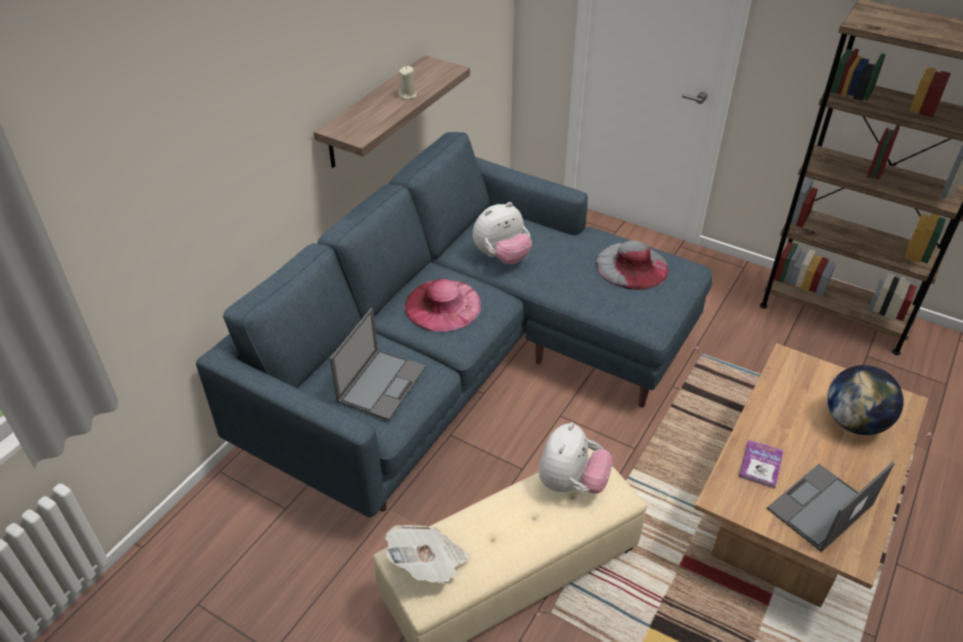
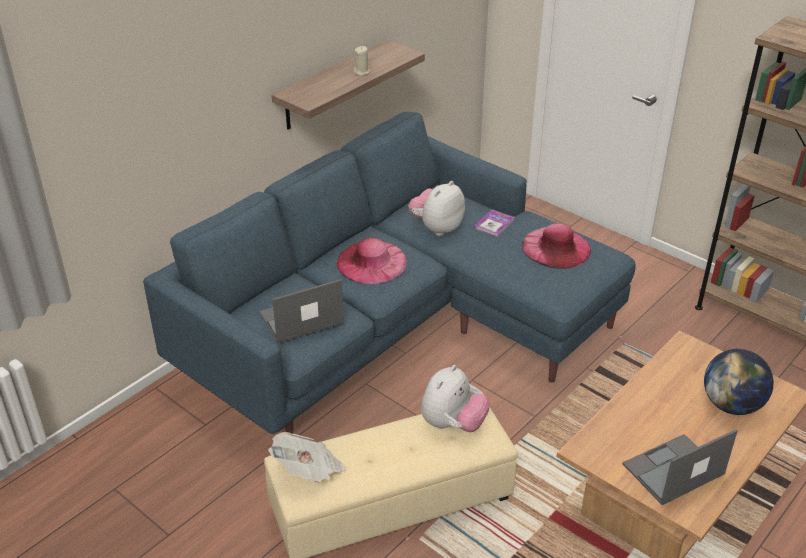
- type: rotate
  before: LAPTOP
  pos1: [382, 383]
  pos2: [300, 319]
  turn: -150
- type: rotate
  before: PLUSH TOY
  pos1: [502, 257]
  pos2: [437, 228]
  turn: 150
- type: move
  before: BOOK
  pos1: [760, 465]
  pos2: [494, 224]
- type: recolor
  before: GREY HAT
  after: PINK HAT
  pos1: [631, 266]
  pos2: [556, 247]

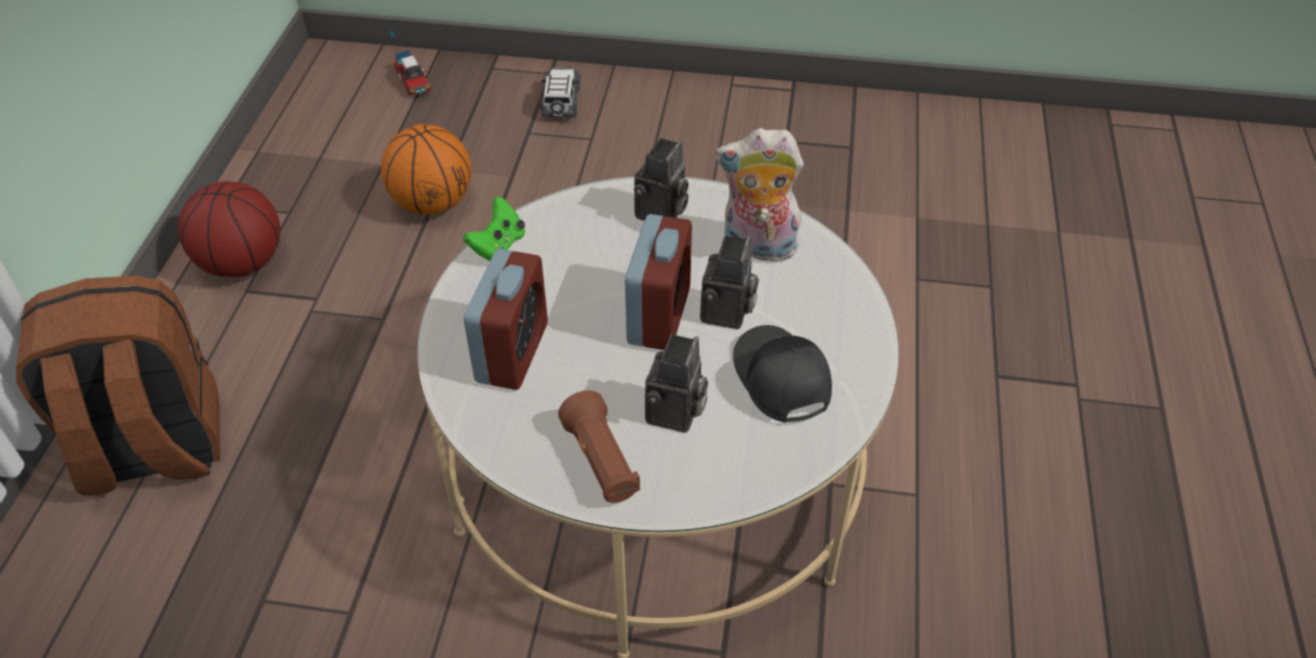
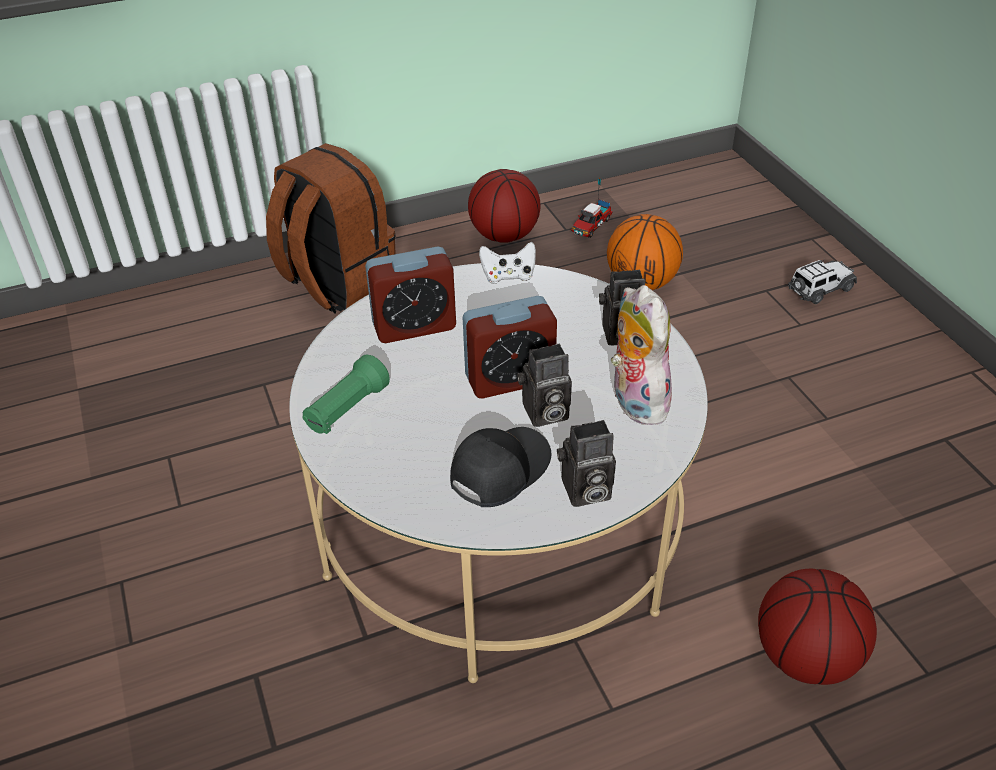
- type: recolor
  before: BROWN FLASHLIGHT
  after: GREEN FLASHLIGHT
  pos1: [601, 463]
  pos2: [346, 410]
- type: recolor
  before: GREEN GAME CONTROLLER
  after: WHITE GAME CONTROLLER
  pos1: [498, 246]
  pos2: [508, 276]
- type: move
  before: PHOTO CAMERA
  pos1: [675, 415]
  pos2: [584, 492]
- type: move
  before: TOY TRUCK
  pos1: [413, 82]
  pos2: [591, 226]
- type: insert
  after: BASKETBALL
  pos2: [806, 658]

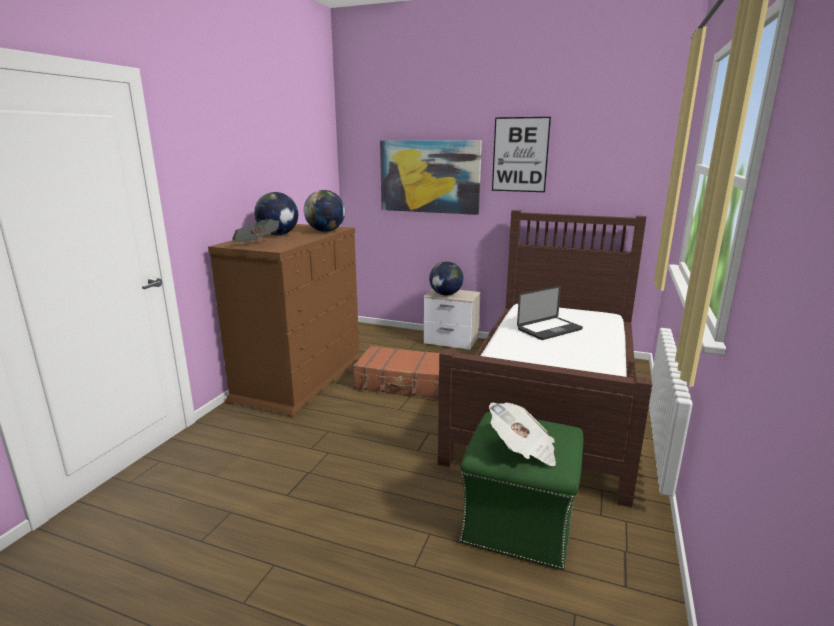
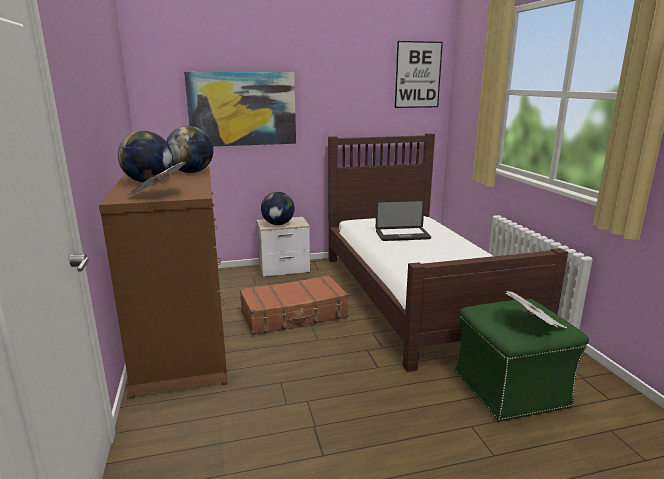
- type: rotate
  before: LAPTOP
  pos1: [549, 329]
  pos2: [402, 235]
  turn: 60
- type: move
  before: PICTURE
  pos1: [520, 155]
  pos2: [418, 75]

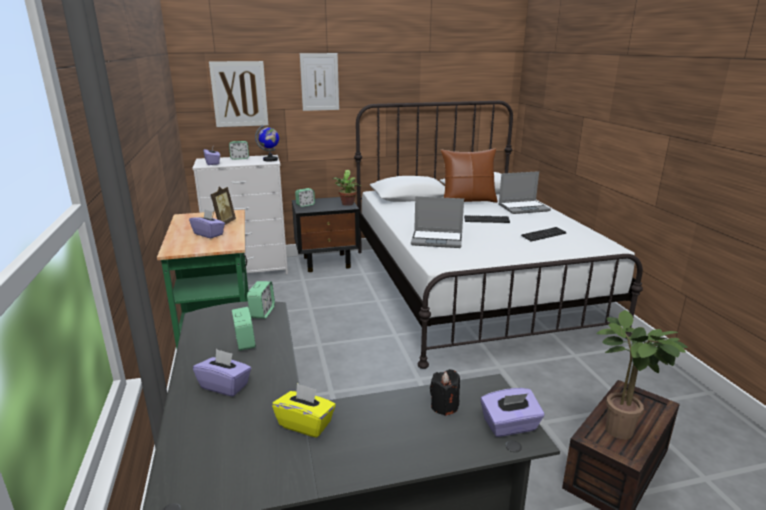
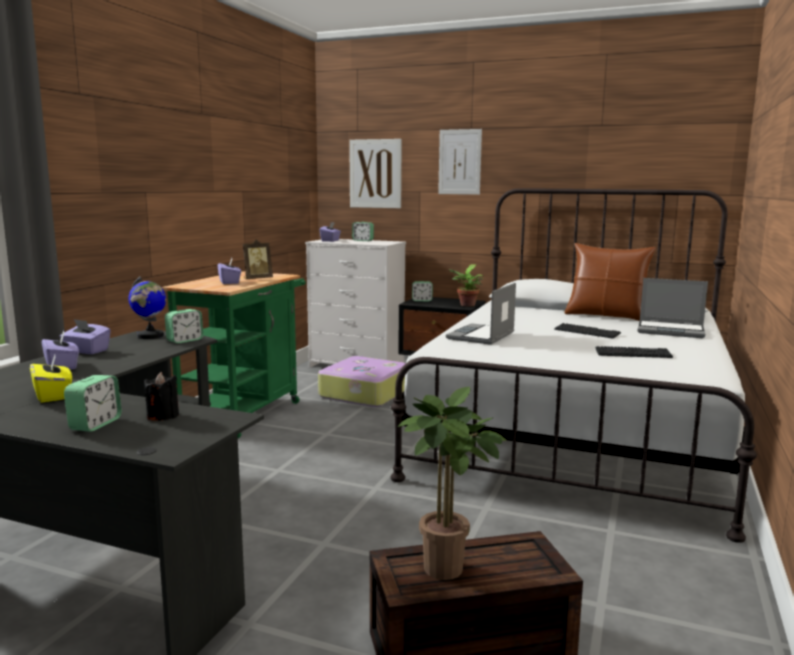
- type: move
  before: PURPLE TISSUE BOX
  pos1: [510, 426]
  pos2: [86, 351]
- type: move
  before: ALARM CLOCK
  pos1: [245, 342]
  pos2: [95, 424]
- type: move
  before: GLOBE
  pos1: [270, 160]
  pos2: [150, 336]
- type: insert
  after: SUITCASE
  pos2: [363, 393]
- type: rotate
  before: LAPTOP
  pos1: [437, 240]
  pos2: [481, 336]
  turn: 75

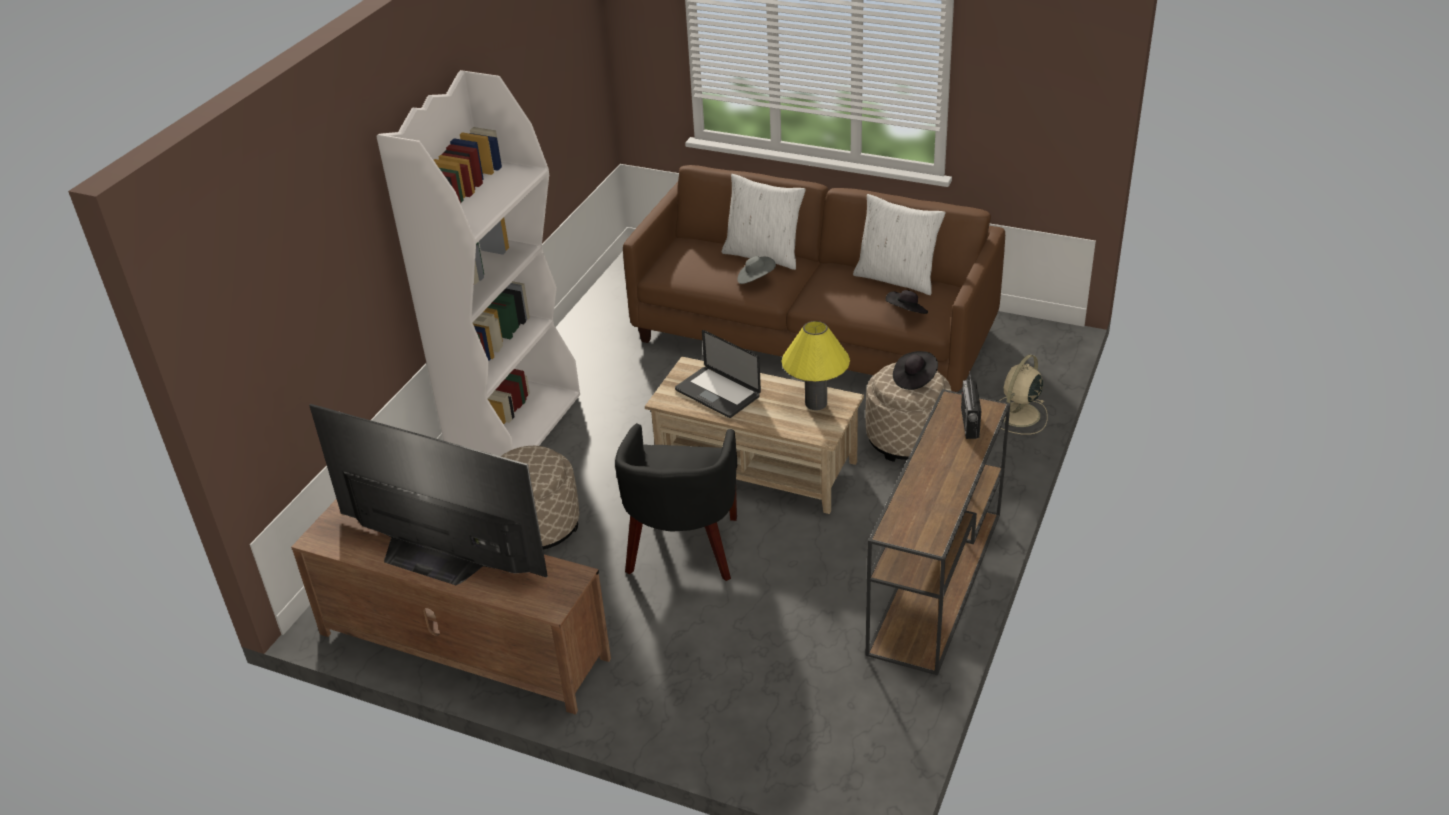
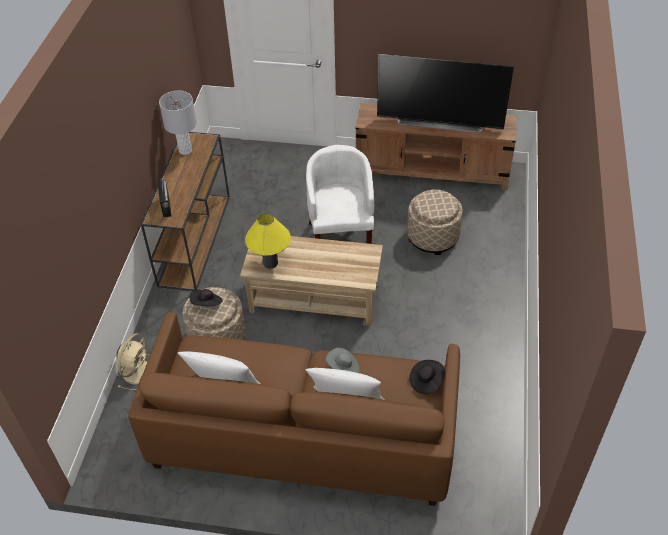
- type: insert
  after: GREY TABLE LAMP
  pos2: [185, 150]
- type: recolor
  before: BLACK ARMCHAIR
  after: WHITE ARMCHAIR
  pos1: [684, 549]
  pos2: [341, 236]
- type: move
  before: BLACK HAT
  pos1: [906, 313]
  pos2: [426, 381]
- type: delete
  before: WHITE BOOKCASE
  pos1: [515, 424]
- type: delete
  before: LAPTOP
  pos1: [717, 393]

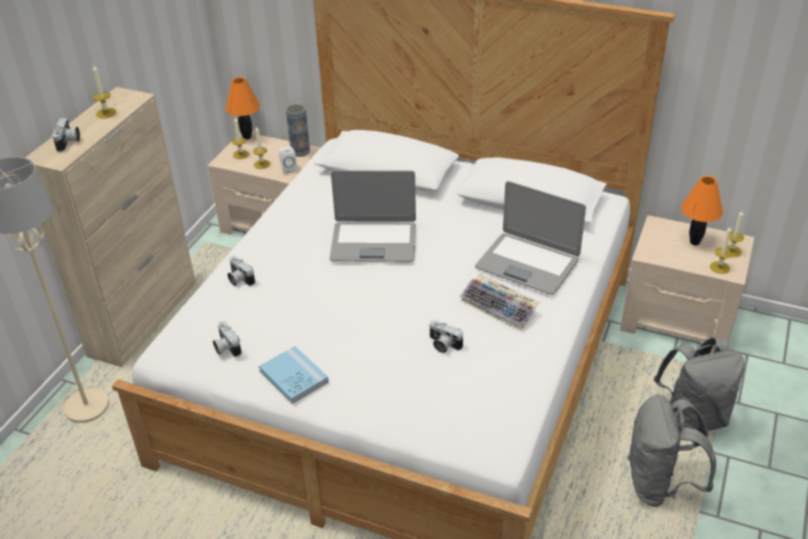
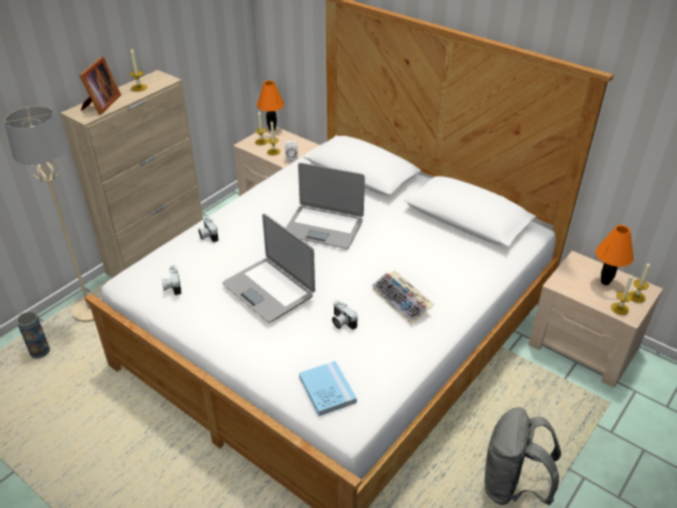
- type: move
  before: VASE
  pos1: [300, 151]
  pos2: [40, 352]
- type: replace
  before: PHOTO CAMERA
  after: PICTURE FRAME
  pos1: [69, 142]
  pos2: [101, 105]
- type: move
  before: LAPTOP
  pos1: [527, 264]
  pos2: [269, 290]
- type: move
  before: BLUE BOOK
  pos1: [293, 376]
  pos2: [327, 389]
- type: delete
  before: GREY BACKPACK
  pos1: [692, 418]

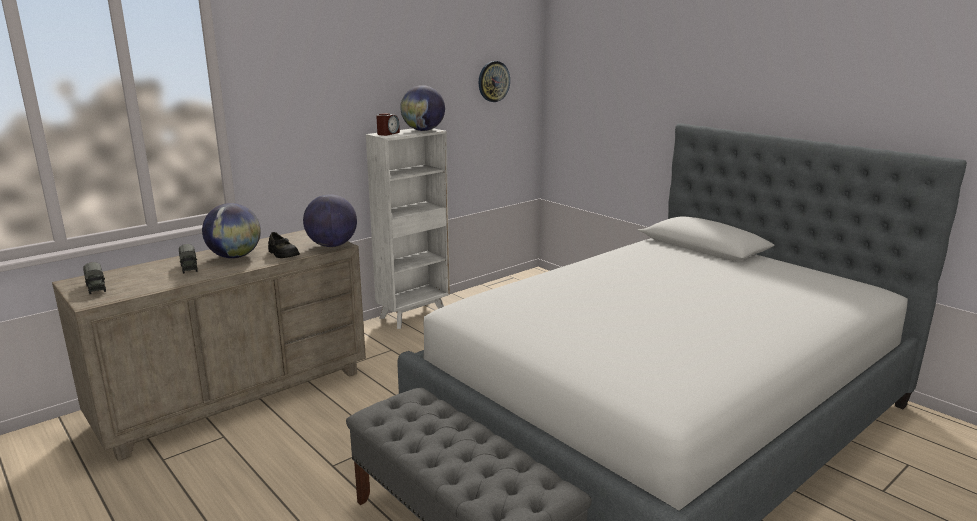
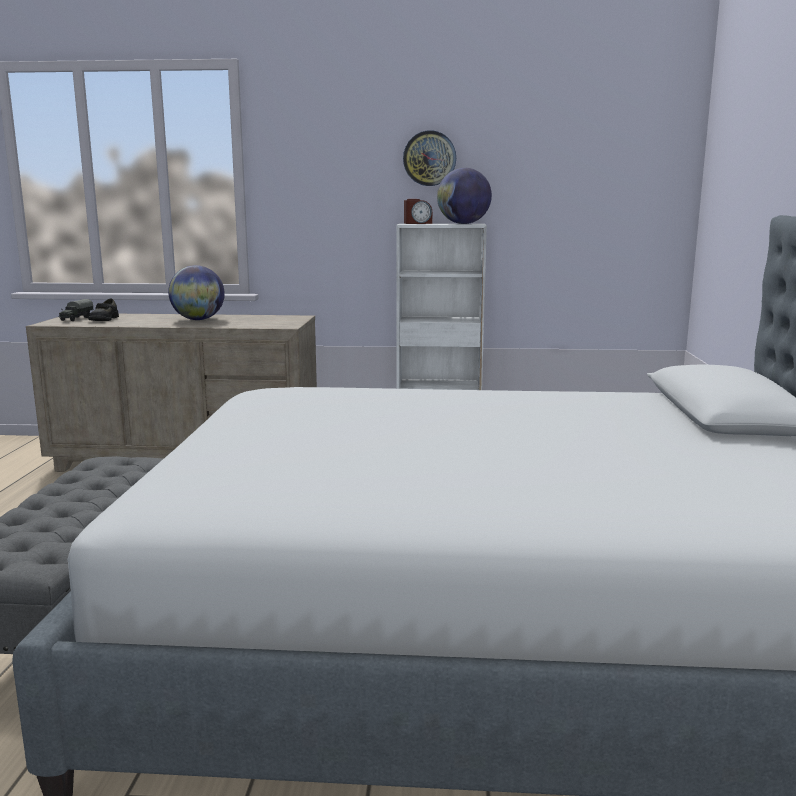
- type: move
  before: BLACK SHOE
  pos1: [282, 254]
  pos2: [104, 319]
- type: move
  before: WALL CLOCK
  pos1: [493, 81]
  pos2: [429, 158]
- type: delete
  before: TOY TRUCK
  pos1: [189, 267]
- type: delete
  before: GLOBE
  pos1: [332, 245]

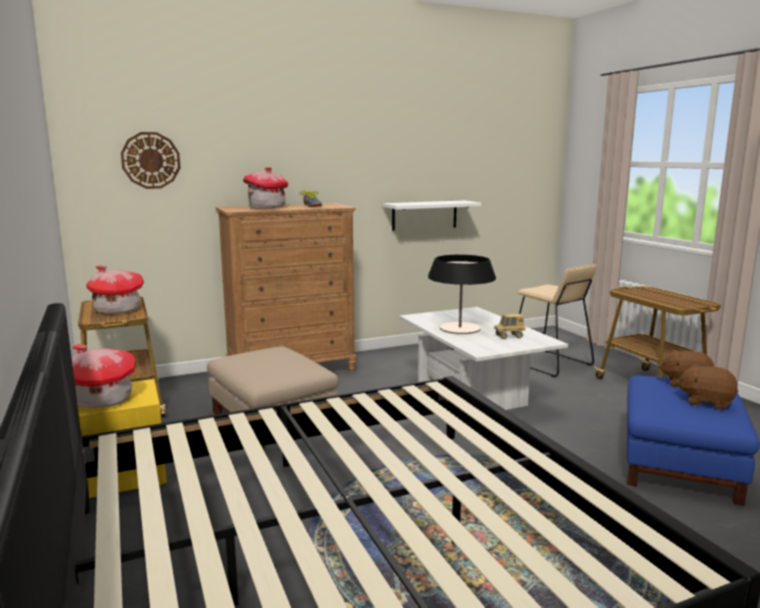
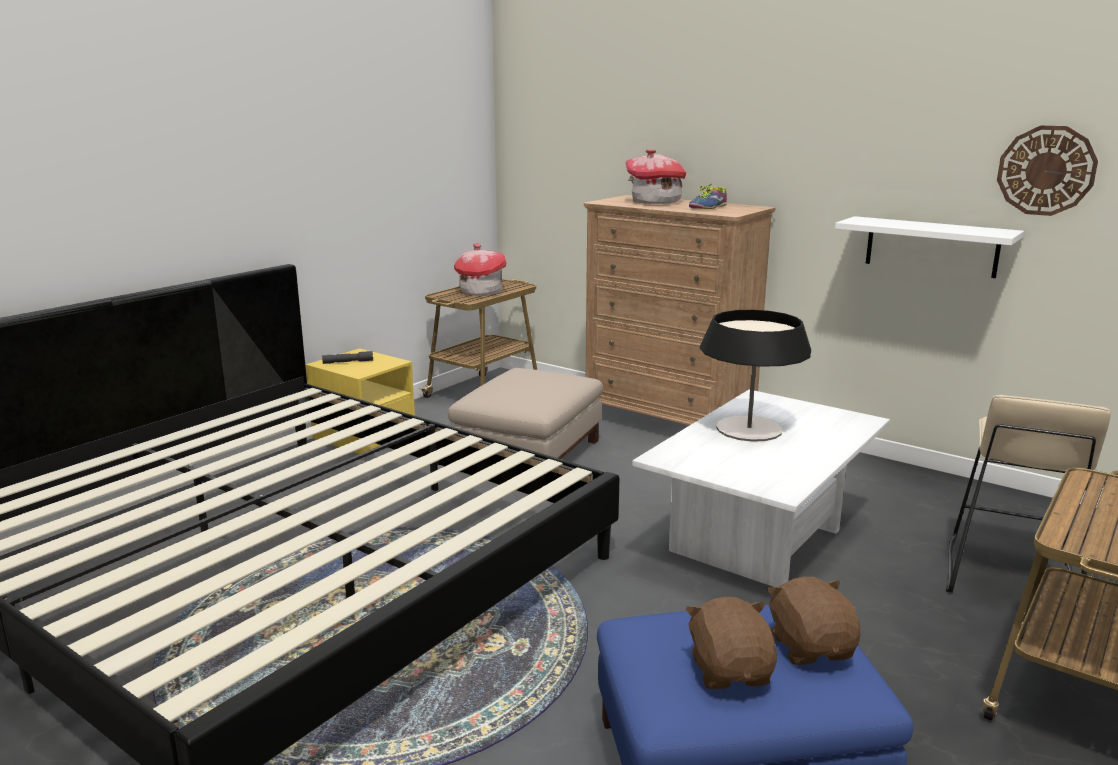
- type: replace
  before: TOY HOUSE
  after: GREY FLASHLIGHT
  pos1: [101, 400]
  pos2: [348, 362]
- type: move
  before: WALL CLOCK
  pos1: [151, 160]
  pos2: [1046, 170]
- type: delete
  before: TOY TRUCK
  pos1: [509, 337]

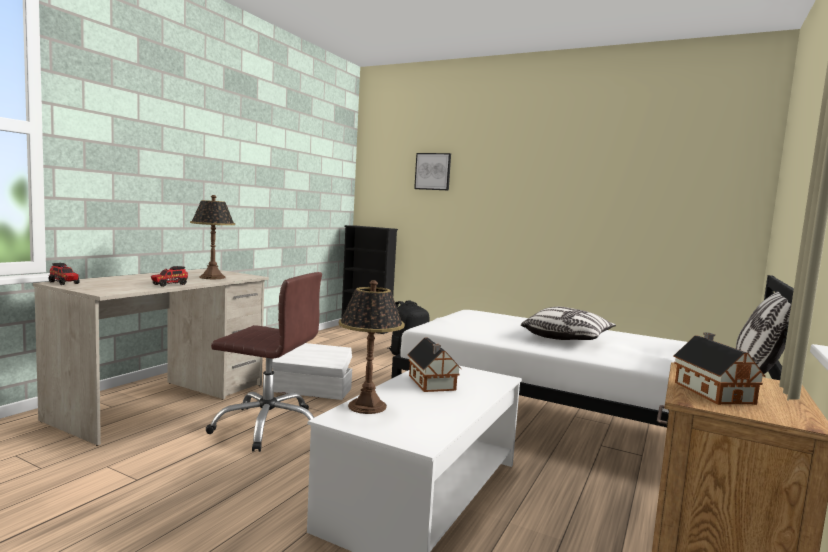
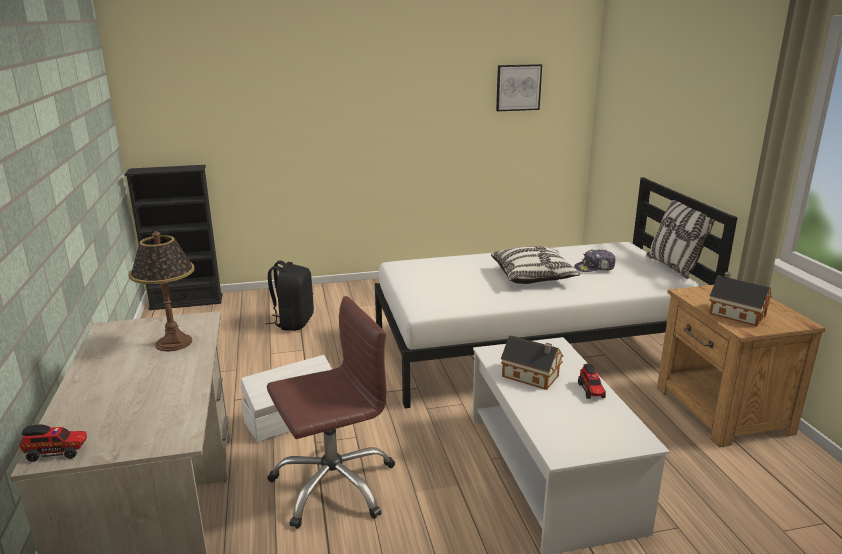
- type: move
  before: PICTURE
  pos1: [433, 171]
  pos2: [518, 87]
- type: insert
  after: CAP
  pos2: [595, 268]
- type: move
  before: TOY TRUCK
  pos1: [169, 285]
  pos2: [591, 391]
- type: delete
  before: TABLE LAMP
  pos1: [367, 406]

